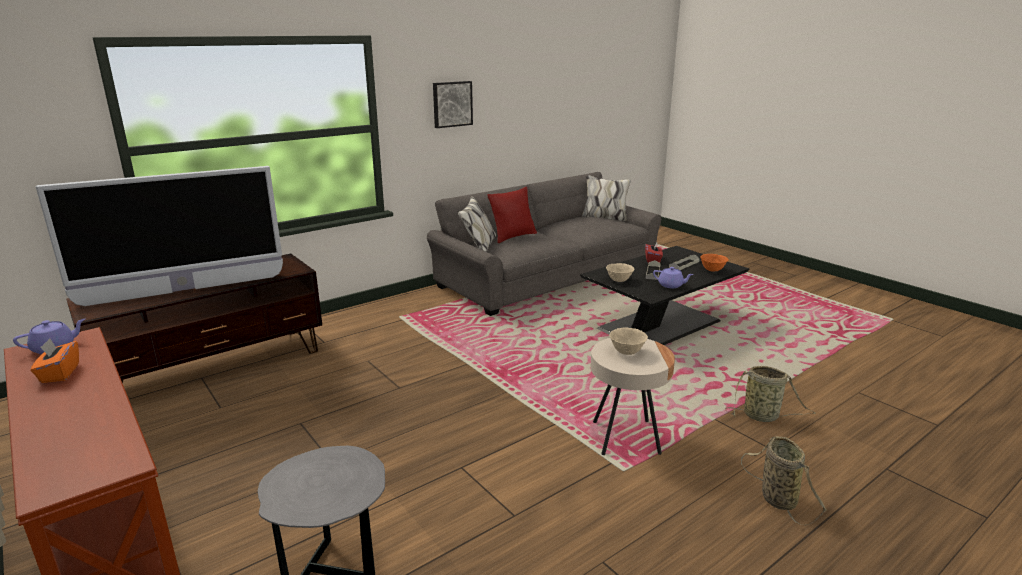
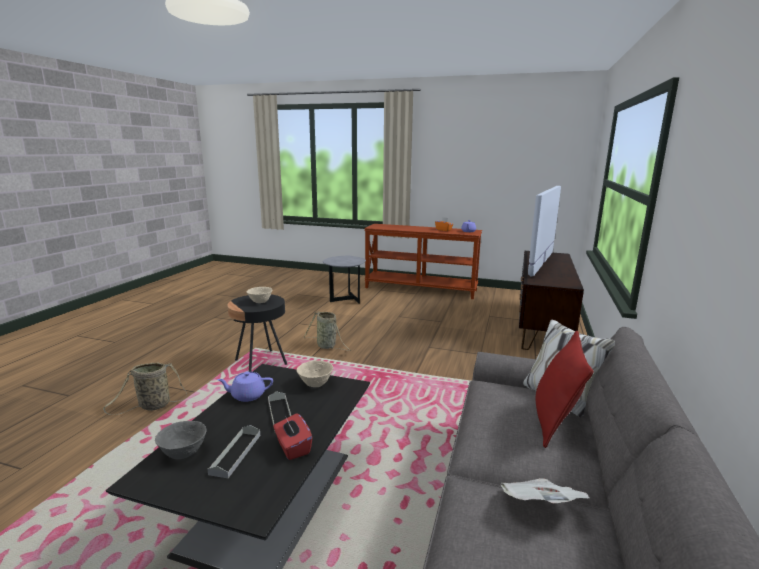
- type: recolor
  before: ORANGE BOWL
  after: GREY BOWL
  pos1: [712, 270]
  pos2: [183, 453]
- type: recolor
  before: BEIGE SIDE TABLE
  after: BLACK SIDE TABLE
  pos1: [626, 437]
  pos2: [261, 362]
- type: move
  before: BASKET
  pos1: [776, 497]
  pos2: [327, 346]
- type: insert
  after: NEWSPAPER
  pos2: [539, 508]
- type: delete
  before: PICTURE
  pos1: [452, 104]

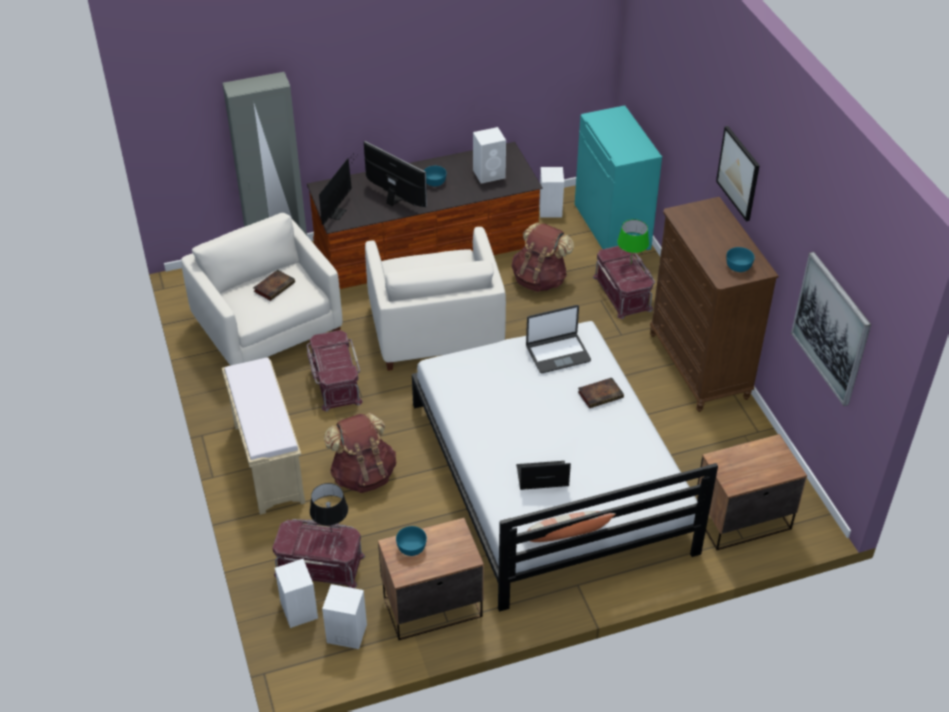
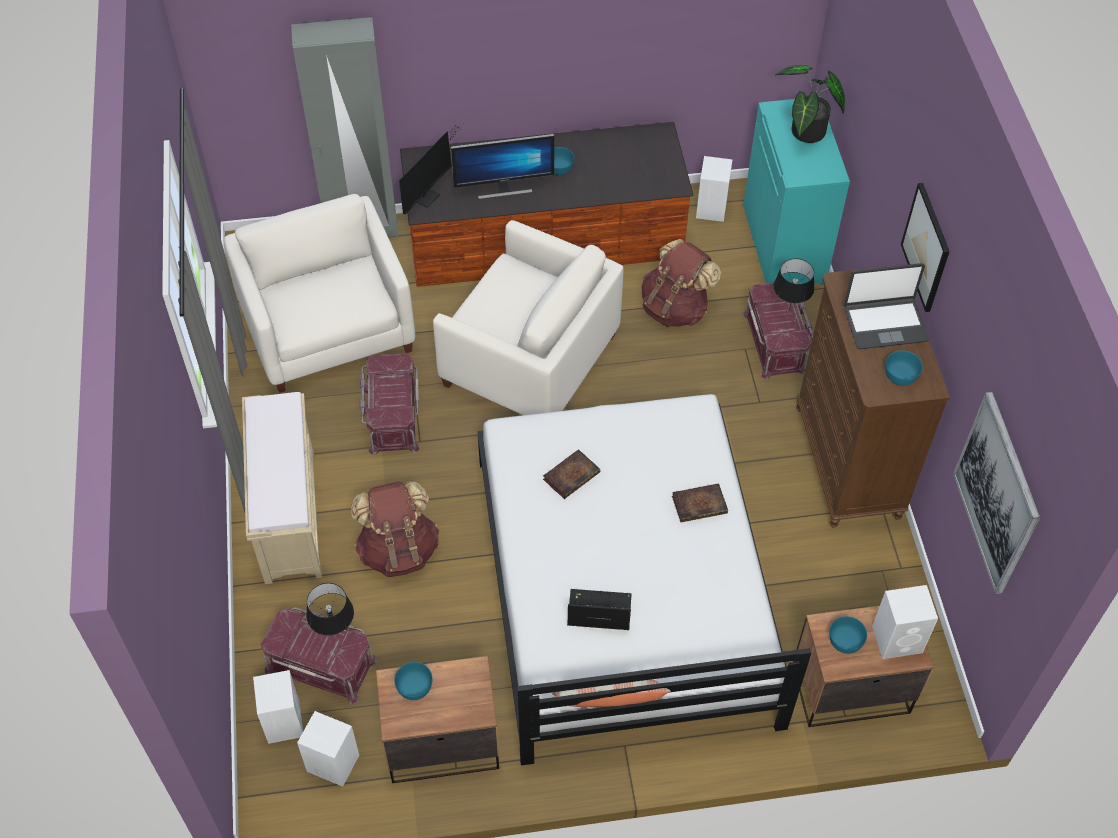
- type: rotate
  before: WHITE ARMCHAIR
  pos1: [435, 329]
  pos2: [530, 360]
  turn: -60
- type: rotate
  before: MONITOR
  pos1: [395, 200]
  pos2: [504, 188]
  turn: 120
- type: move
  before: BOOK
  pos1: [274, 286]
  pos2: [572, 475]
- type: recolor
  before: GREEN TABLE LAMP
  after: BLACK TABLE LAMP
  pos1: [630, 264]
  pos2: [788, 311]
- type: insert
  after: POTTED PLANT
  pos2: [804, 133]
- type: insert
  after: TURQUOISE BOWL
  pos2: [846, 640]
- type: move
  before: LAPTOP
  pos1: [557, 353]
  pos2: [884, 323]
- type: move
  before: WHITE SPEAKER
  pos1: [489, 174]
  pos2: [898, 639]

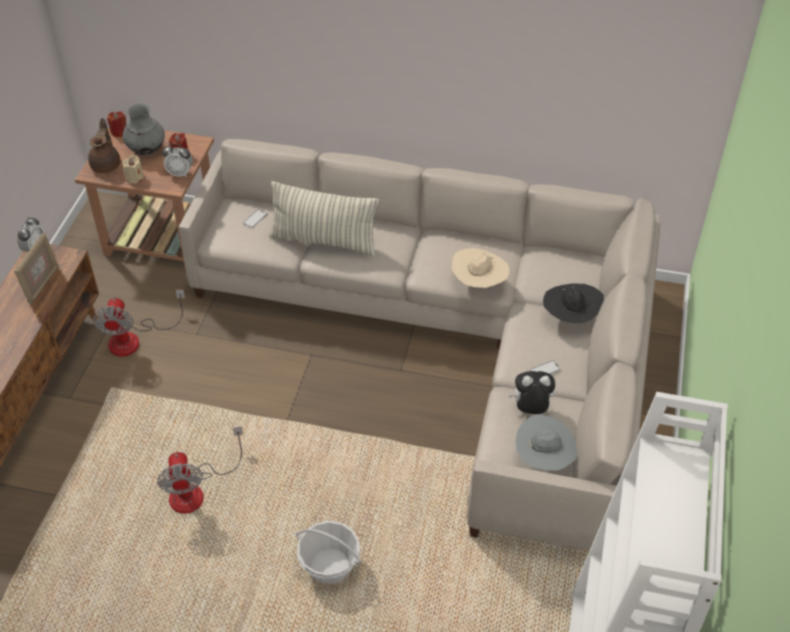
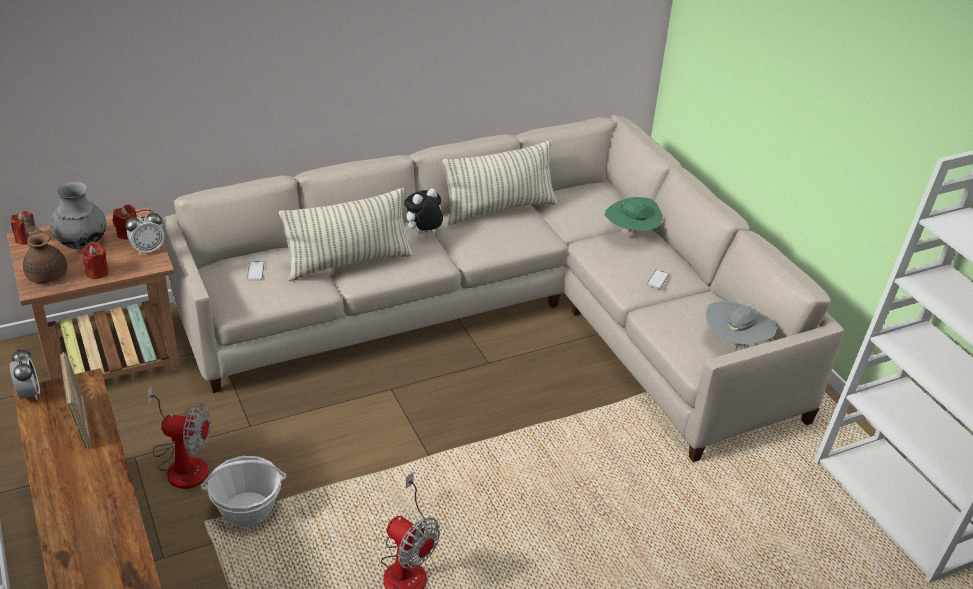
- type: recolor
  before: BEIGE CANDLE
  after: RED CANDLE
  pos1: [135, 178]
  pos2: [97, 272]
- type: rotate
  before: FAN
  pos1: [134, 339]
  pos2: [182, 463]
  turn: -45
- type: move
  before: BASKET
  pos1: [329, 566]
  pos2: [247, 509]
- type: move
  before: PLUSH TOY
  pos1: [530, 409]
  pos2: [423, 233]
- type: insert
  after: PILLOW
  pos2: [499, 209]
- type: recolor
  before: BLACK HAT
  after: GREEN HAT
  pos1: [570, 318]
  pos2: [631, 234]
- type: delete
  before: BEIGE HAT
  pos1: [478, 283]

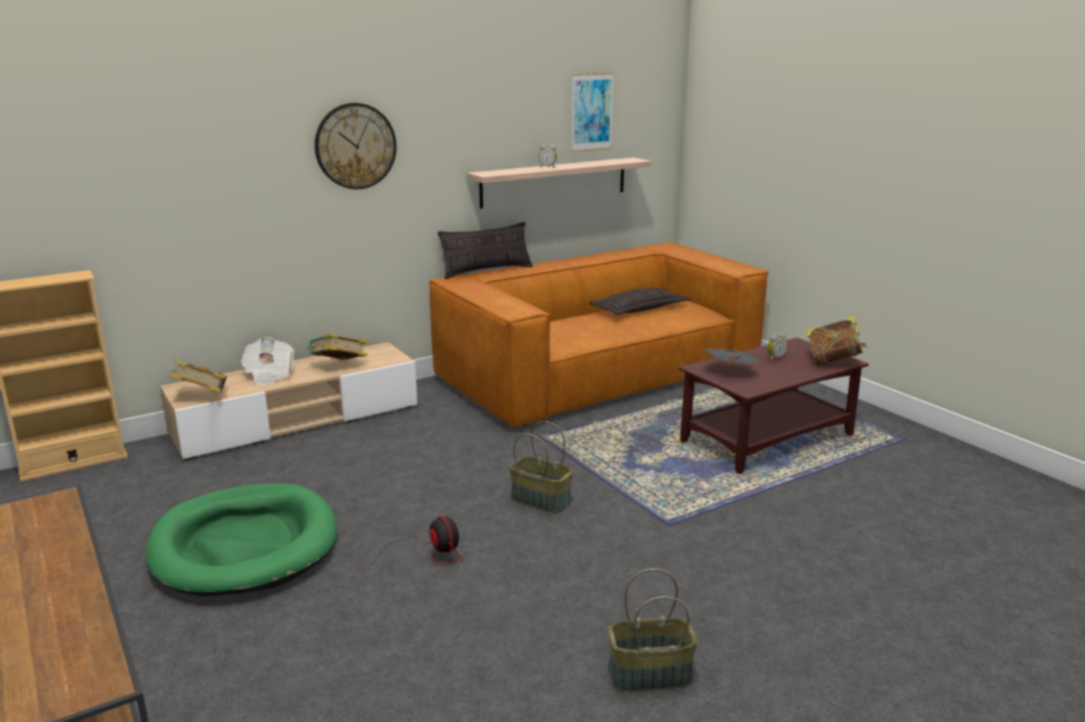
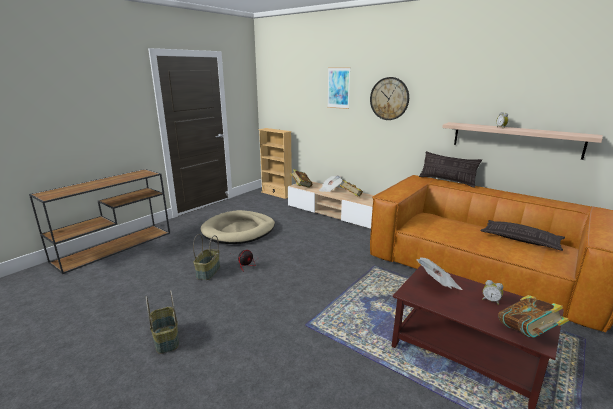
- type: move
  before: BASKET
  pos1: [541, 500]
  pos2: [208, 272]
- type: recolor
  before: GREEN DOG BED
  after: BEIGE DOG BED
  pos1: [245, 545]
  pos2: [239, 230]
- type: move
  before: PICTURE
  pos1: [591, 112]
  pos2: [338, 88]

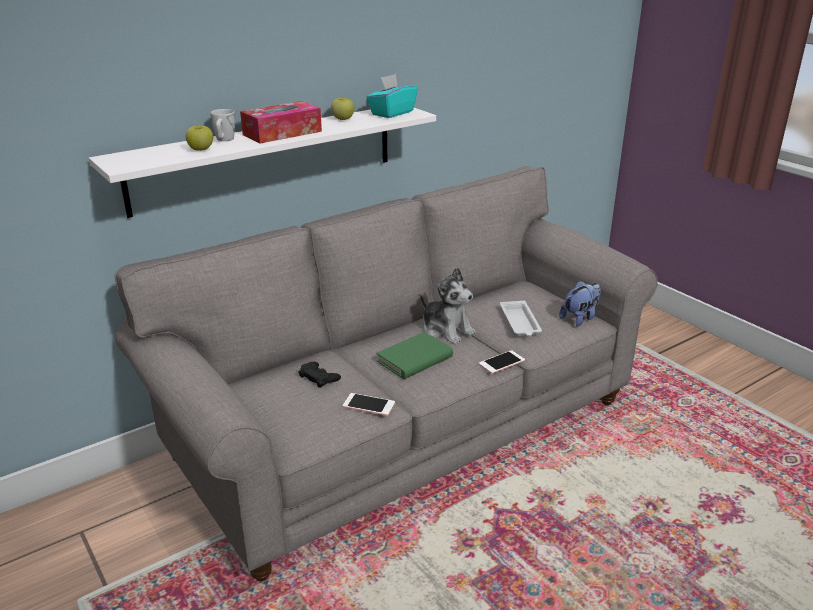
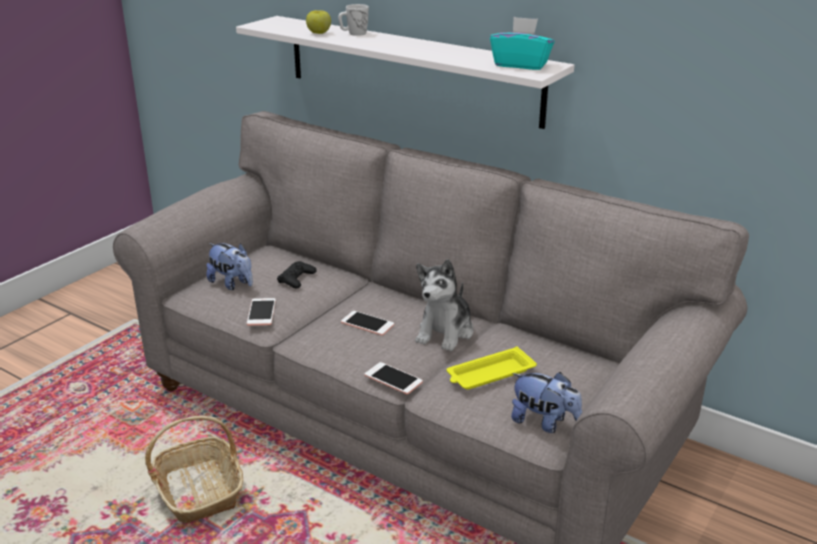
- type: insert
  after: BASKET
  pos2: [199, 490]
- type: insert
  after: PLUSH TOY
  pos2: [232, 284]
- type: replace
  before: GREEN BOOK
  after: PHONE
  pos1: [415, 359]
  pos2: [367, 324]
- type: recolor
  before: WHITE TRAY
  after: YELLOW TRAY
  pos1: [520, 322]
  pos2: [489, 374]
- type: delete
  before: TISSUE BOX
  pos1: [282, 133]
- type: delete
  before: APPLE
  pos1: [343, 119]

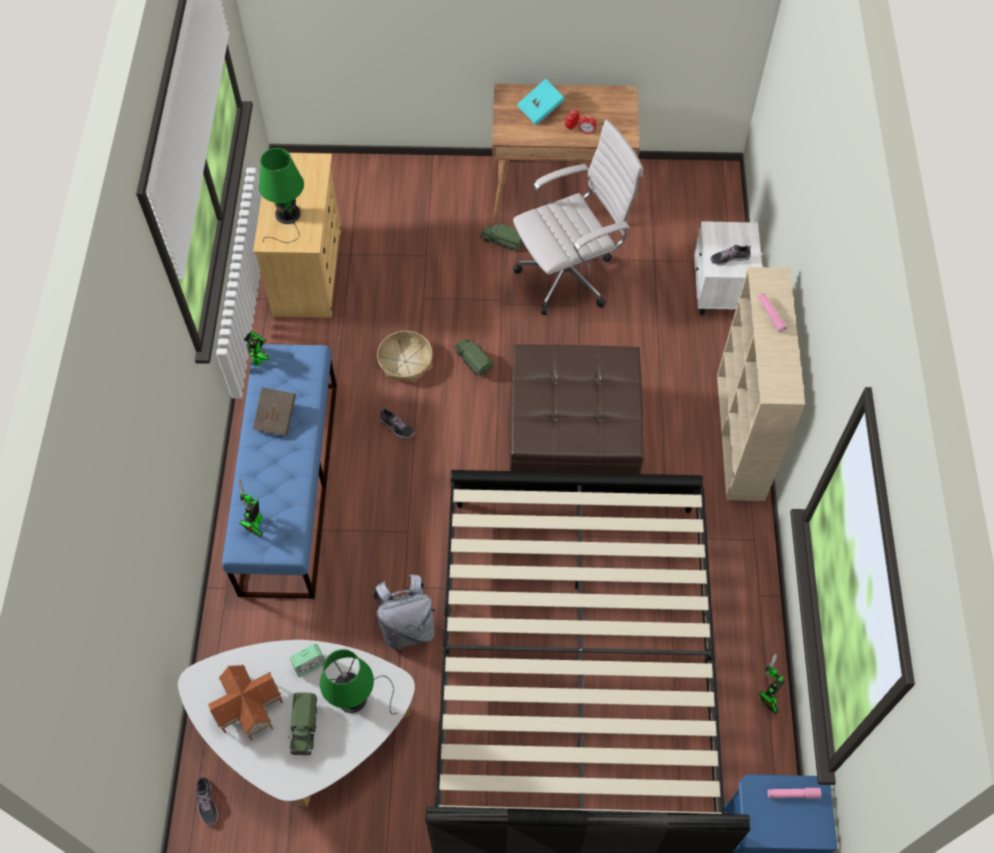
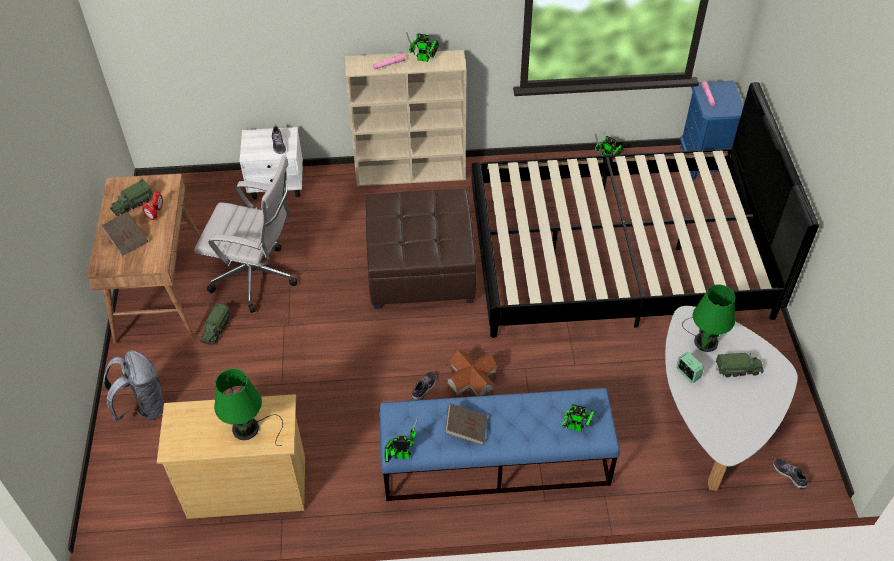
- type: recolor
  before: TURQUOISE BOOK
  after: BROWN BOOK
  pos1: [540, 110]
  pos2: [127, 240]
- type: move
  before: GREY BACKPACK
  pos1: [407, 627]
  pos2: [143, 407]
- type: move
  before: TOY TRUCK
  pos1: [473, 360]
  pos2: [132, 204]
- type: rotate
  before: WHITE OFFICE CHAIR
  pos1: [570, 275]
  pos2: [258, 278]
  turn: 135
- type: insert
  after: TOY ROBOT
  pos2: [425, 59]
- type: move
  before: TOY HOUSE
  pos1: [249, 706]
  pos2: [470, 384]
- type: rotate
  before: SHOE
  pos1: [207, 802]
  pos2: [789, 475]
  turn: -105
- type: delete
  before: BASKET
  pos1: [405, 361]

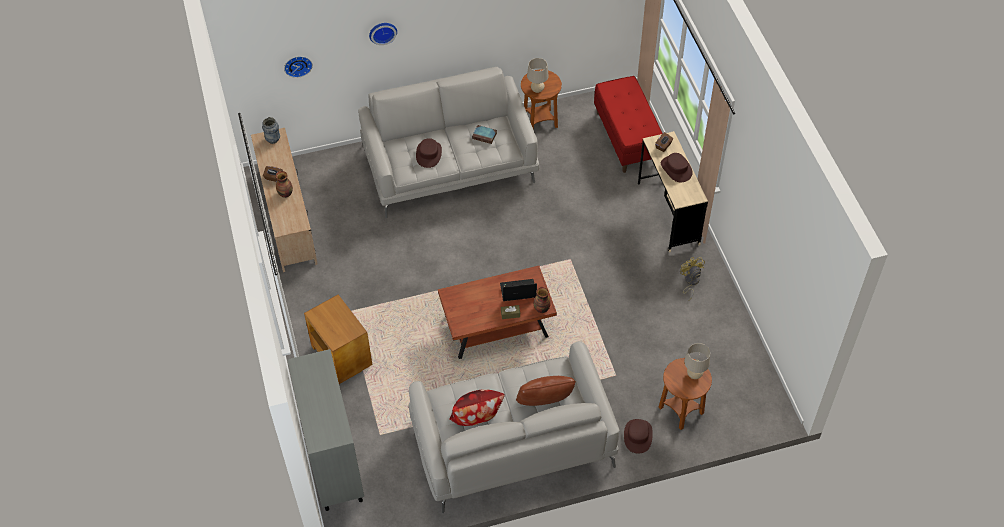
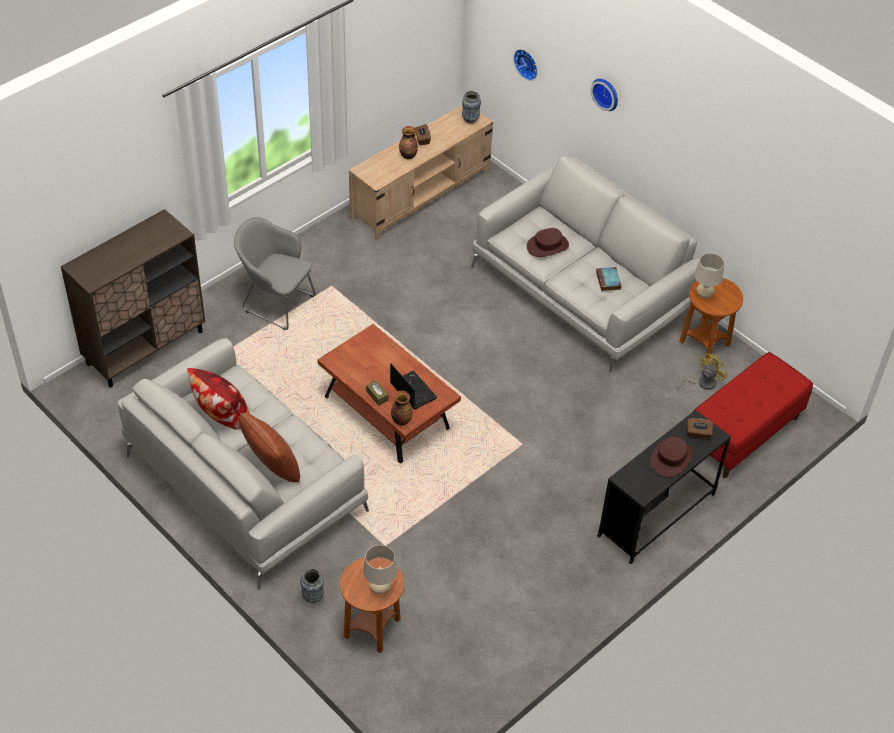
- type: recolor
  before: GREY CABINET
  after: BROWN CABINET
  pos1: [333, 462]
  pos2: [145, 347]
- type: replace
  before: BROWN SIDE TABLE
  after: GREY ARMCHAIR
  pos1: [342, 355]
  pos2: [276, 303]
- type: replace
  before: BROWN HAT
  after: VASE
  pos1: [637, 436]
  pos2: [313, 597]
- type: recolor
  before: BEIGE DESK
  after: BLACK DESK
  pos1: [668, 213]
  pos2: [657, 515]
- type: move
  before: YELLOW FAN
  pos1: [690, 282]
  pos2: [702, 383]

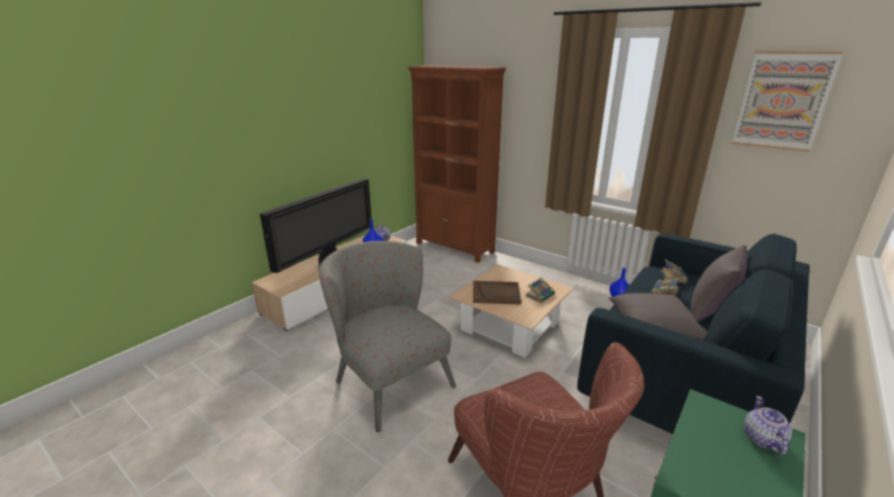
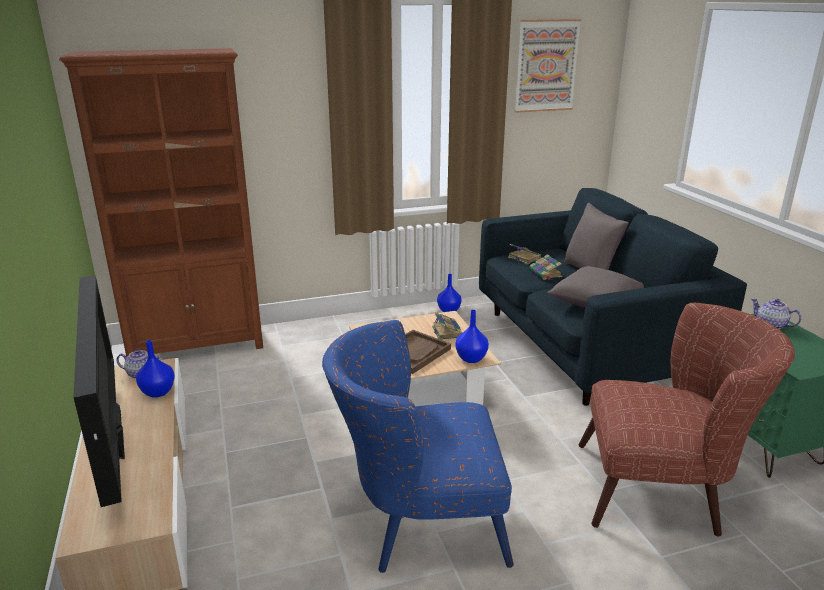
- type: recolor
  before: GREY ARMCHAIR
  after: BLUE ARMCHAIR
  pos1: [388, 378]
  pos2: [418, 520]
- type: insert
  after: BLUE VASE
  pos2: [472, 358]

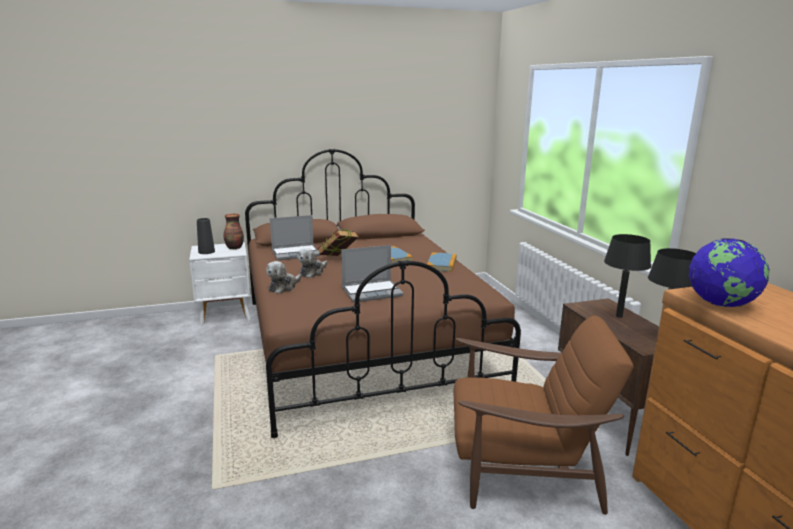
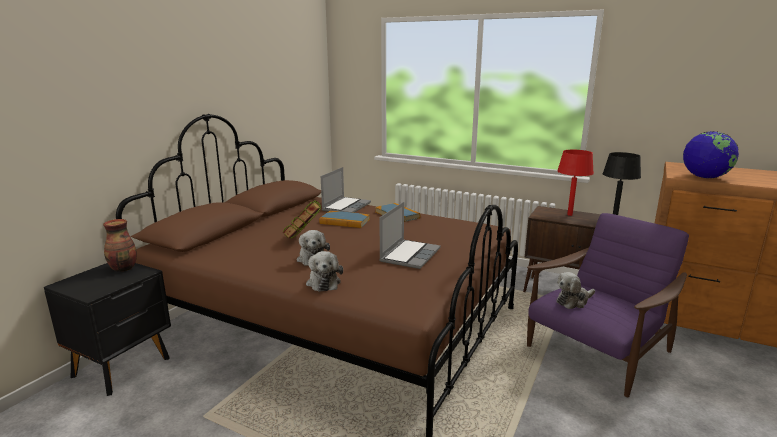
- type: recolor
  before: WHITE NIGHTSTAND
  after: BLACK NIGHTSTAND
  pos1: [226, 314]
  pos2: [123, 367]
- type: move
  before: LAPTOP
  pos1: [296, 253]
  pos2: [346, 206]
- type: recolor
  before: BROWN ARMCHAIR
  after: PURPLE ARMCHAIR
  pos1: [522, 467]
  pos2: [597, 352]
- type: insert
  after: PLUSH TOY
  pos2: [573, 301]
- type: recolor
  before: BLACK TABLE LAMP
  after: RED TABLE LAMP
  pos1: [619, 316]
  pos2: [570, 214]
- type: delete
  before: BLACK VASE
  pos1: [206, 251]

